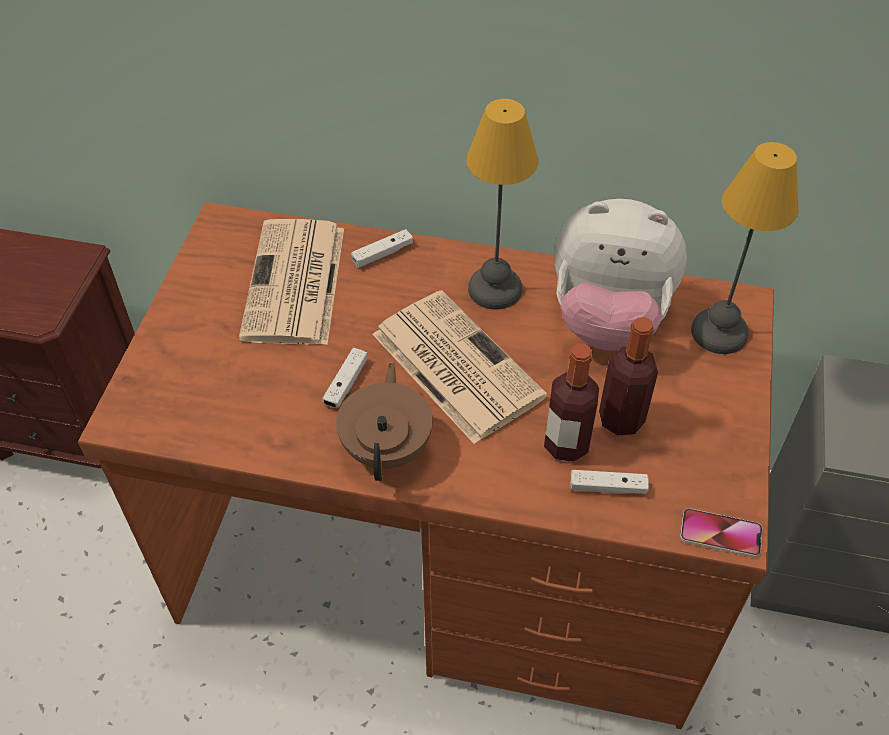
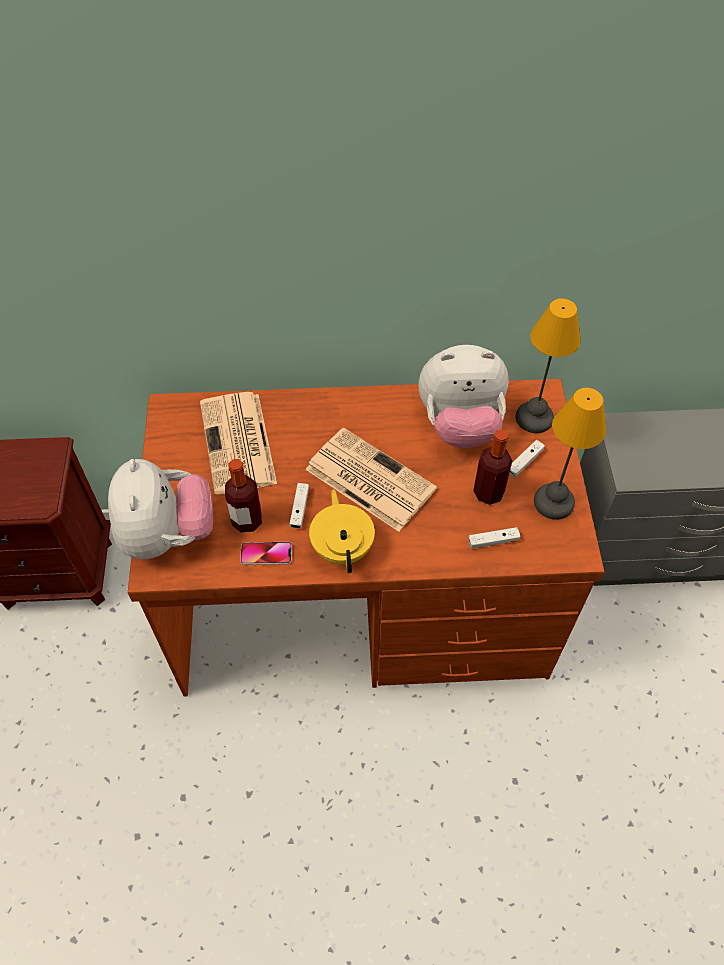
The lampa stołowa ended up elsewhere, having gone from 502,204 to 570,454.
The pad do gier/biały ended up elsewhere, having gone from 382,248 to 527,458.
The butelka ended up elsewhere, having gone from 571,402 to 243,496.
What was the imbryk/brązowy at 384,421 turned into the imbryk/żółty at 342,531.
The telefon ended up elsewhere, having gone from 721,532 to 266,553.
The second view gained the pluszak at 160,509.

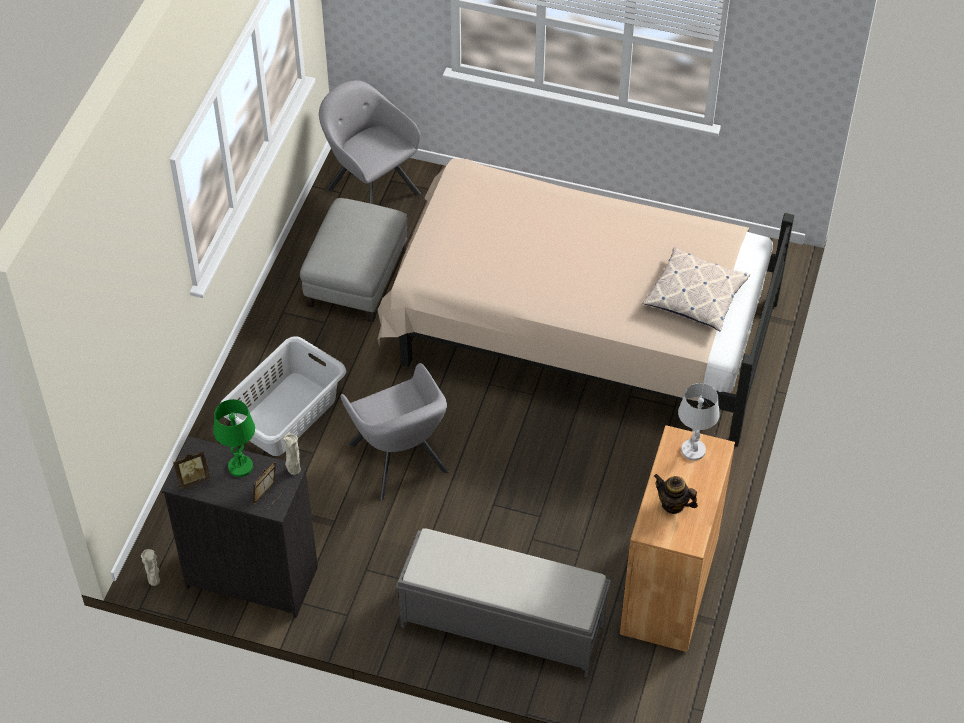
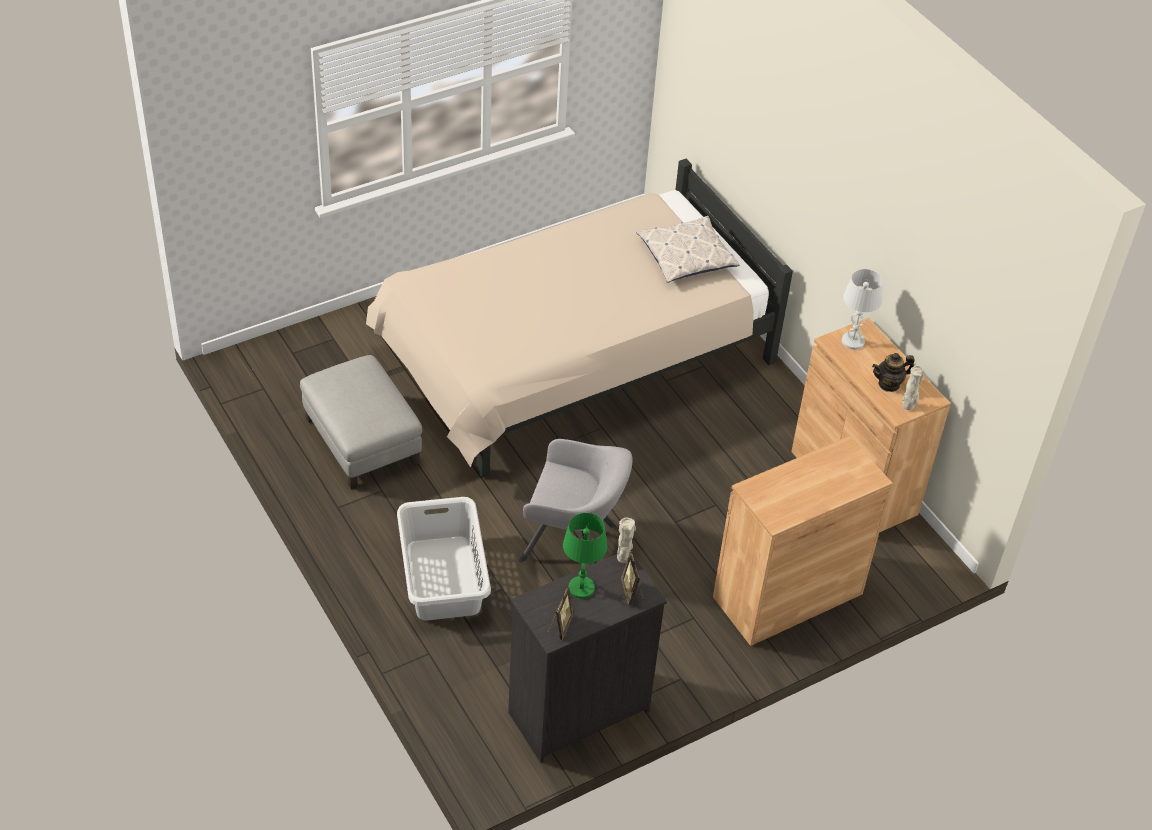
The second view lost the fotel/szary at 370,142.
Where the ławka/szary stood at 503,603, the szafka/brązowy came to stand at 803,541.
The wazon/beżowy ended up elsewhere, having gone from 150,567 to 912,387.

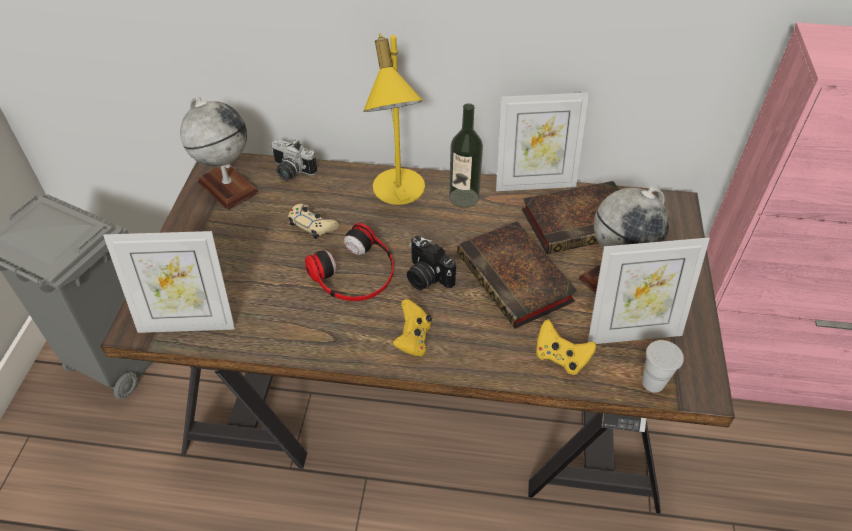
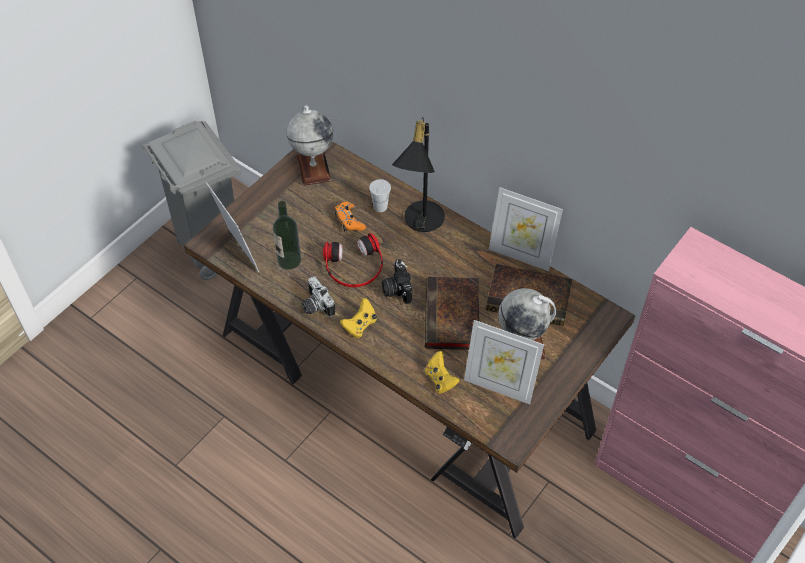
What was the lampa stołowa/żółty at 394,119 turned into the lampa stołowa/czarny at 418,174.
The butelka ended up elsewhere, having gone from 466,155 to 287,235.
The aparat fotograficzny ended up elsewhere, having gone from 294,160 to 318,296.
What was the pad do gier/beżowy at 313,221 turned into the pad do gier/pomarańczowy at 350,216.
The ramka na zdjęcie at 169,282 ended up facing another way, 150 degrees counterclockwise from before.
The filiżanka/biały ended up elsewhere, having gone from 663,366 to 380,195.

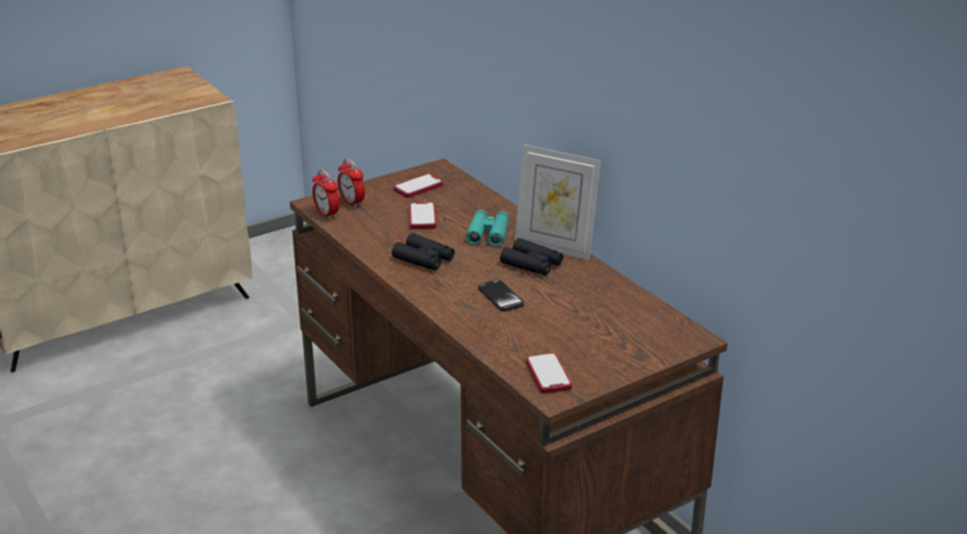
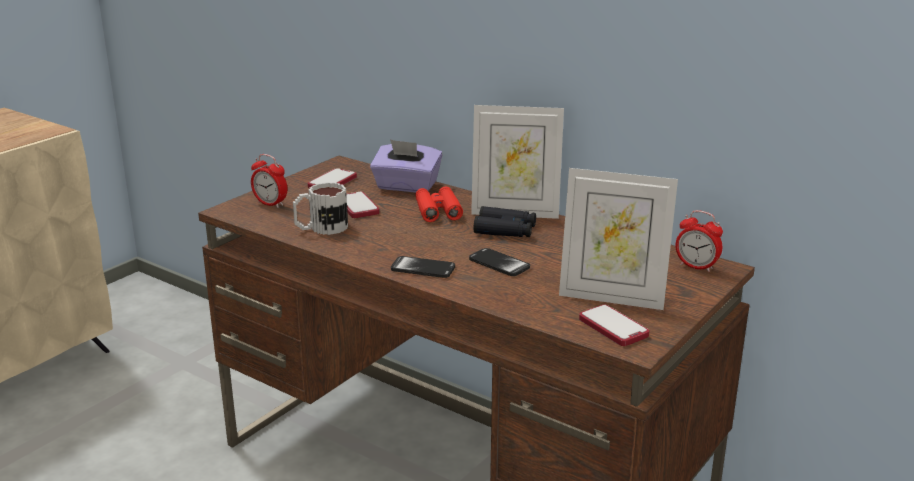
The budzik ended up elsewhere, having gone from 326,194 to 699,241.
What was the lornetka/turkusowy at 487,228 turned into the lornetka/czerwony at 439,204.
The second view lost the lornetka/czarny at 423,251.
The second view gained the pudełko chusteczek/fioletowy at 406,166.
The second view gained the ramka na zdjęcie at 618,239.
The second view gained the kubek at 320,208.
The second view gained the telefon at 423,267.

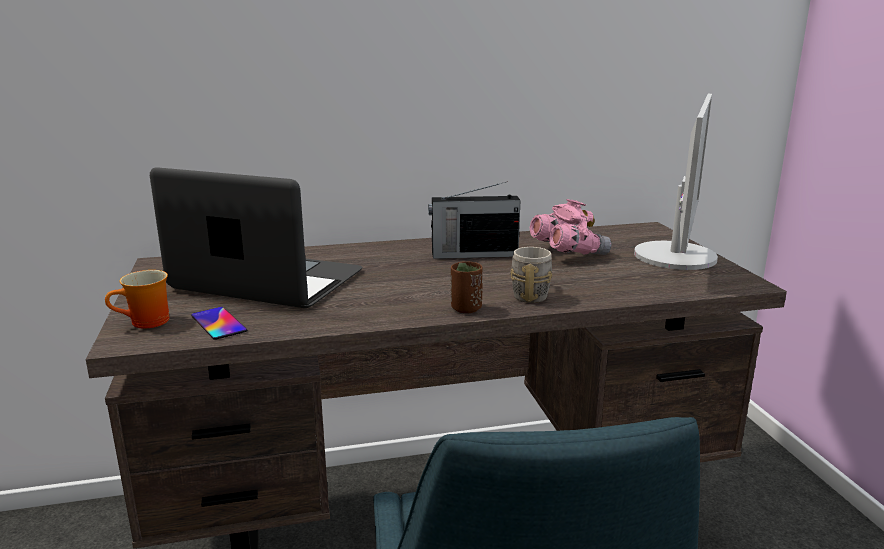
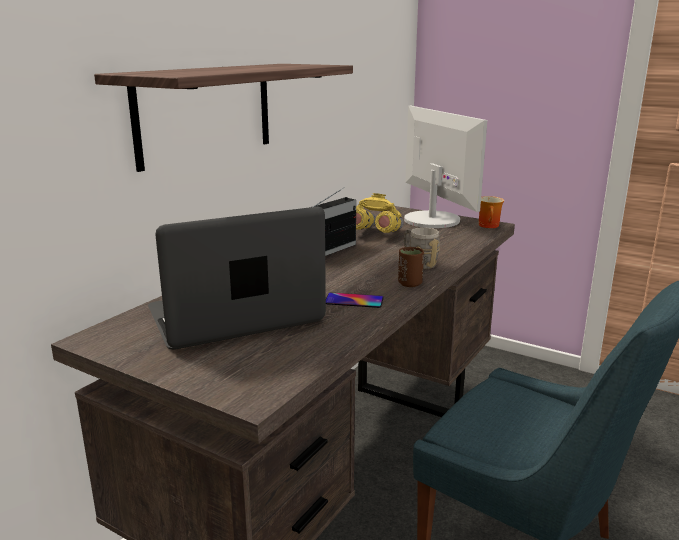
What was the lornetka/różowy at 571,227 turned into the lornetka/żółty at 380,213.
The kubek ended up elsewhere, having gone from 137,299 to 491,212.
The telefon ended up elsewhere, having gone from 219,323 to 355,300.
The second view gained the półka at 223,118.

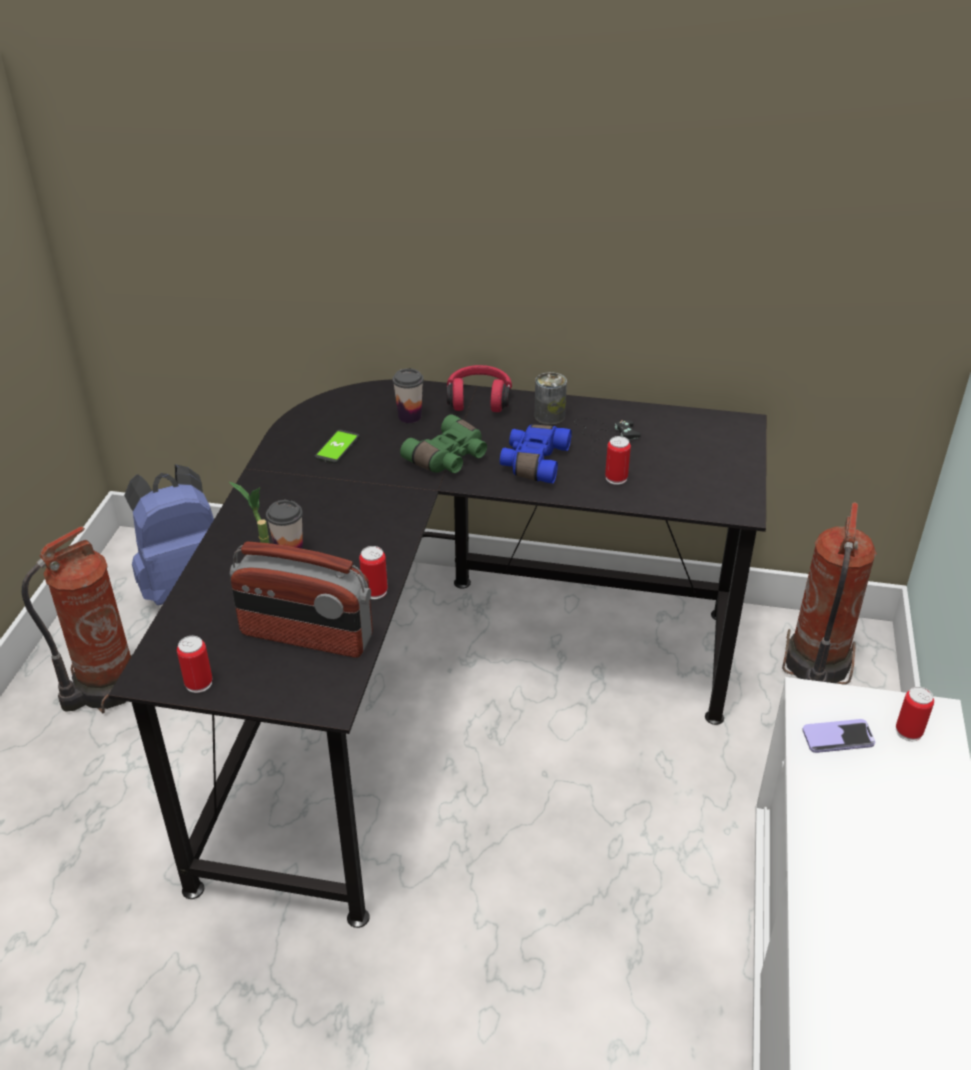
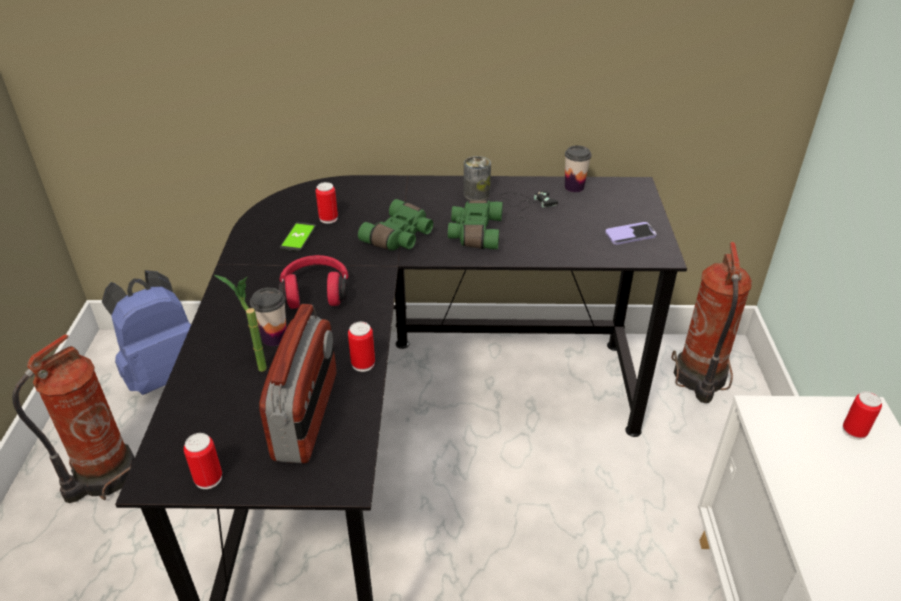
The słuchawki/czerwony ended up elsewhere, having gone from 479,388 to 313,282.
The filiżanka ended up elsewhere, having gone from 408,395 to 578,169.
What was the lornetka/niebieski at 536,453 turned into the lornetka/zielony at 475,224.
The puszka ended up elsewhere, having gone from 618,460 to 327,203.
The radio at 301,599 ended up facing another way, 90 degrees counterclockwise from before.
The telefon ended up elsewhere, having gone from 838,736 to 631,233.

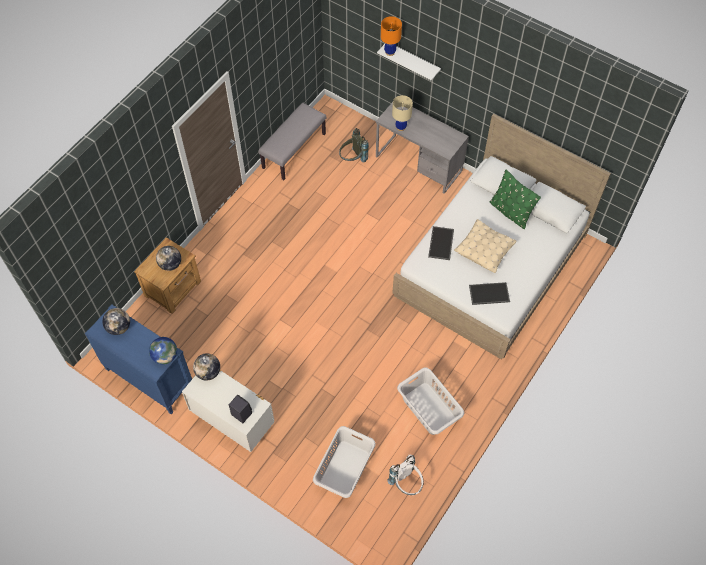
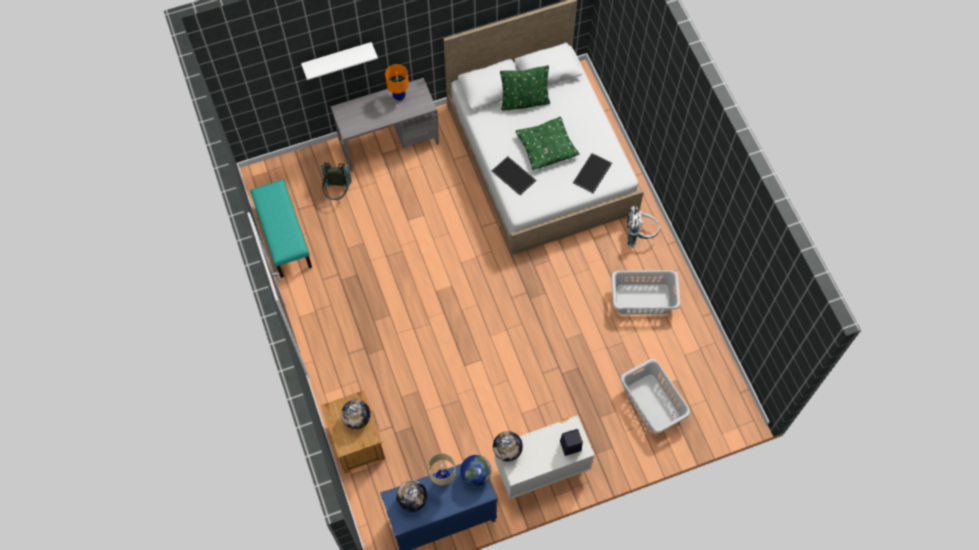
The lampa stołowa/pomarańczowy ended up elsewhere, having gone from 391,36 to 397,83.
The lampa stołowa/beżowy ended up elsewhere, having gone from 402,113 to 442,469.
What was the ławka/szary at 292,141 turned into the ławka/turkusowy at 281,228.
What was the poduszka/beżowy at 485,246 turned into the poduszka/zielony at 547,143.
The plecak/biały ended up elsewhere, having gone from 405,475 to 643,226.

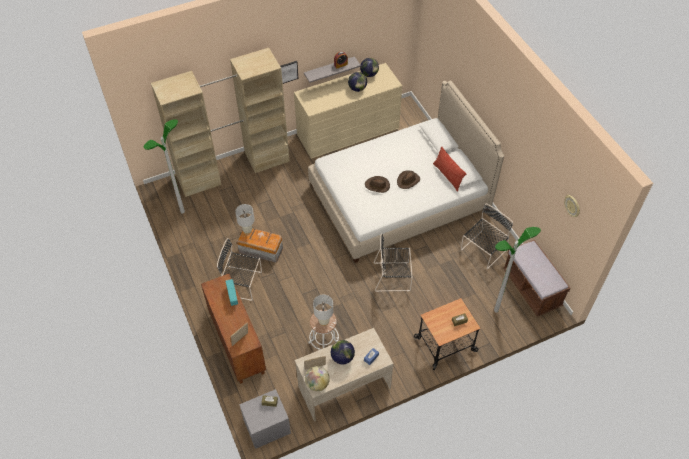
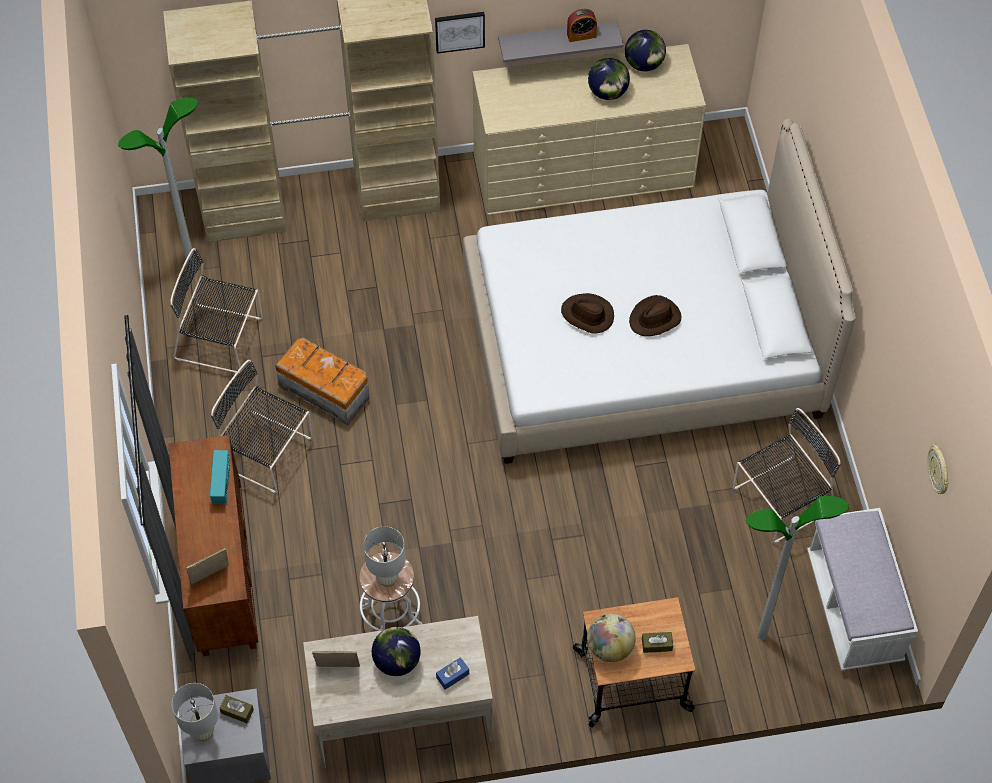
The second view lost the poduszka at 450,168.
The lampa stołowa/biały ended up elsewhere, having gone from 245,219 to 195,712.
The krzesło/czarny ended up elsewhere, having gone from 392,262 to 216,311.
What was the ławka/brązowy at 537,278 turned into the ławka/biały at 862,589.
The globus ended up elsewhere, having gone from 317,378 to 611,637.

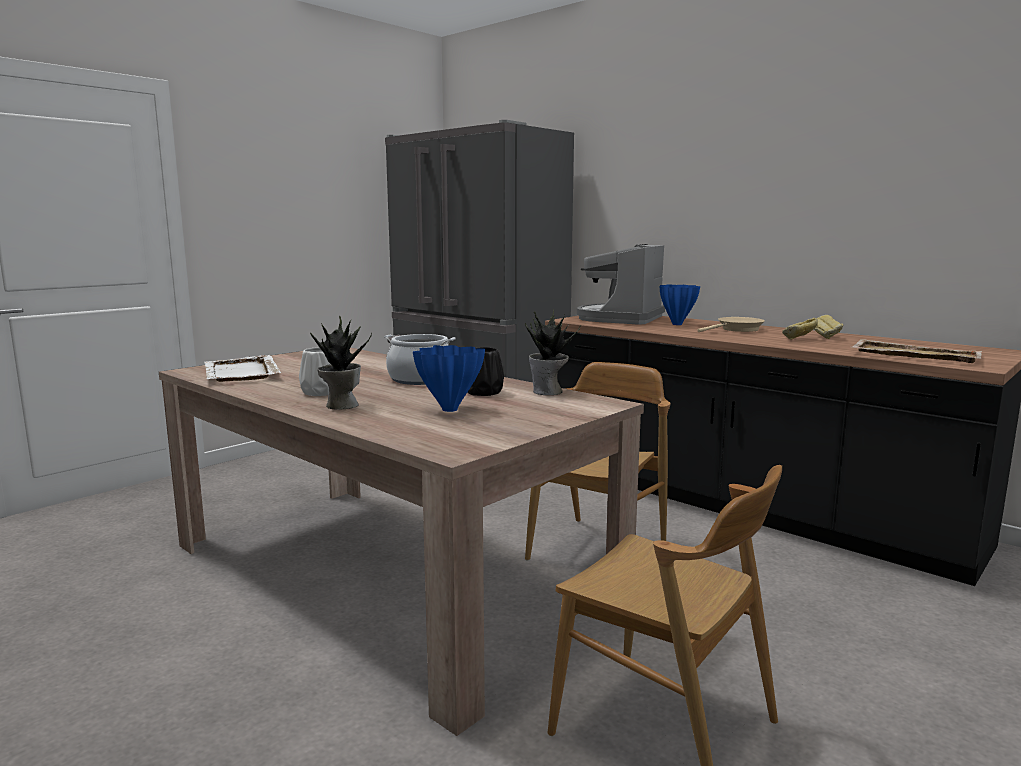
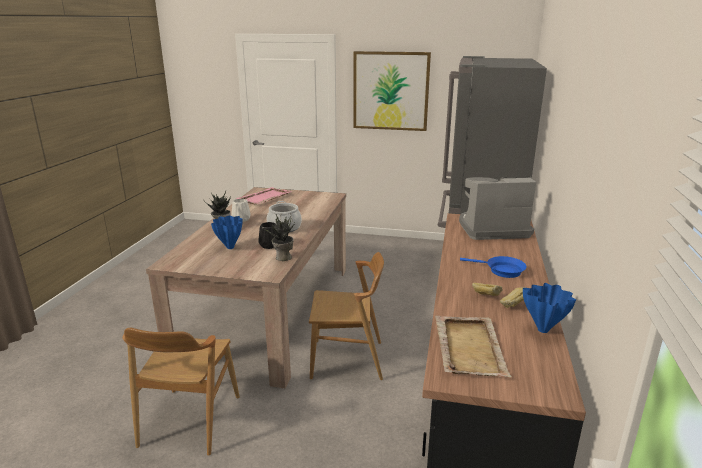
The wazon/niebieski ended up elsewhere, having gone from 680,304 to 549,308.
What was the patelnia/beżowy at 731,324 turned into the patelnia/niebieski at 493,267.
What was the taca/biały at 243,368 turned into the taca/różowy at 264,195.
The second view gained the obraz at 392,91.

